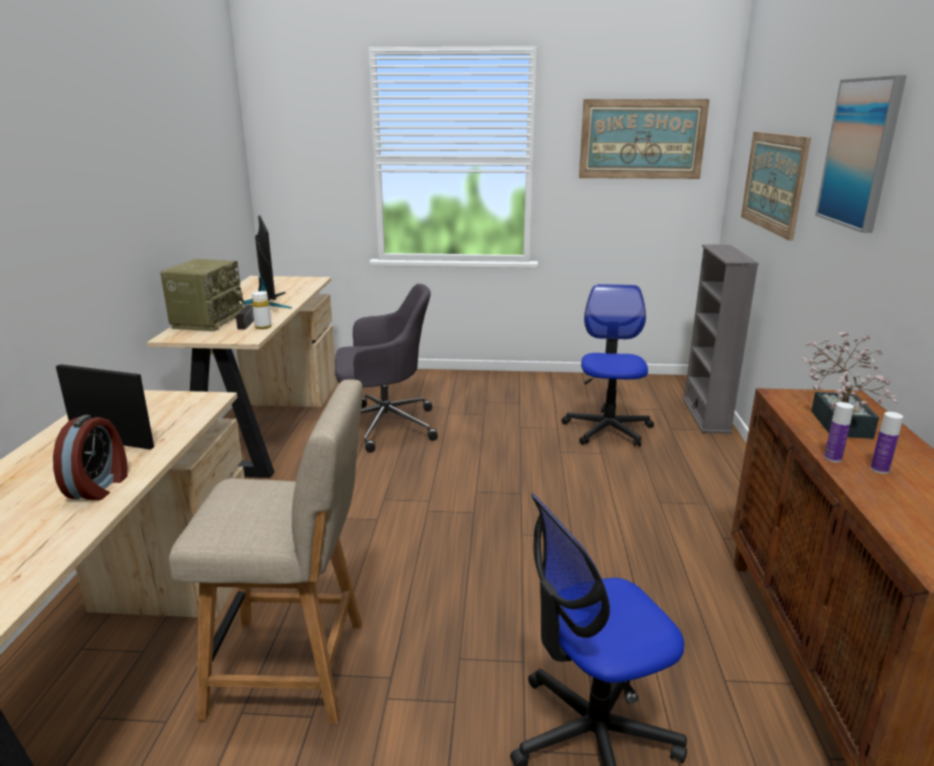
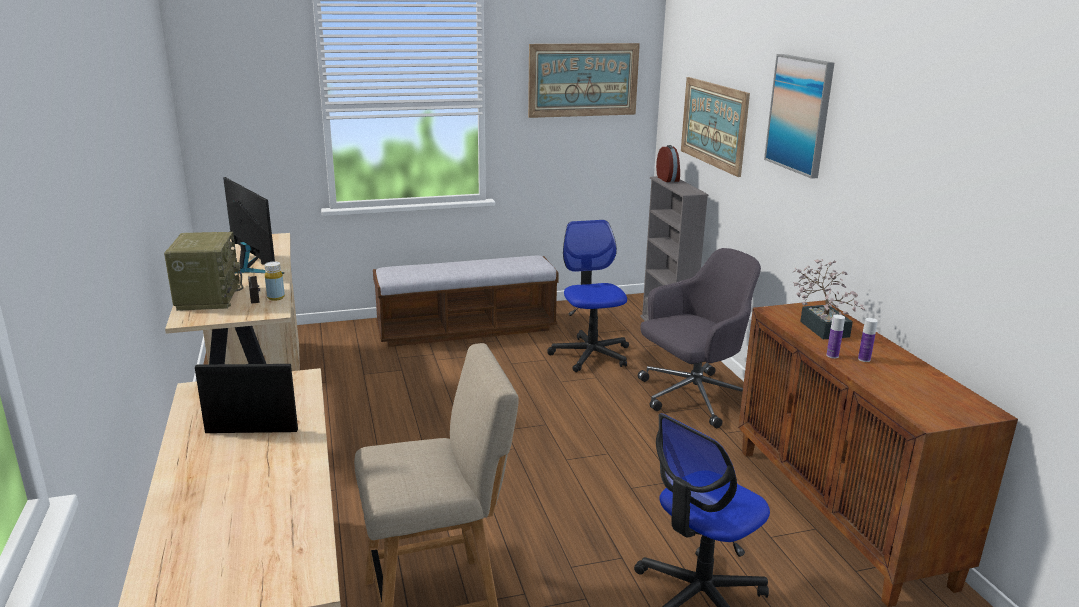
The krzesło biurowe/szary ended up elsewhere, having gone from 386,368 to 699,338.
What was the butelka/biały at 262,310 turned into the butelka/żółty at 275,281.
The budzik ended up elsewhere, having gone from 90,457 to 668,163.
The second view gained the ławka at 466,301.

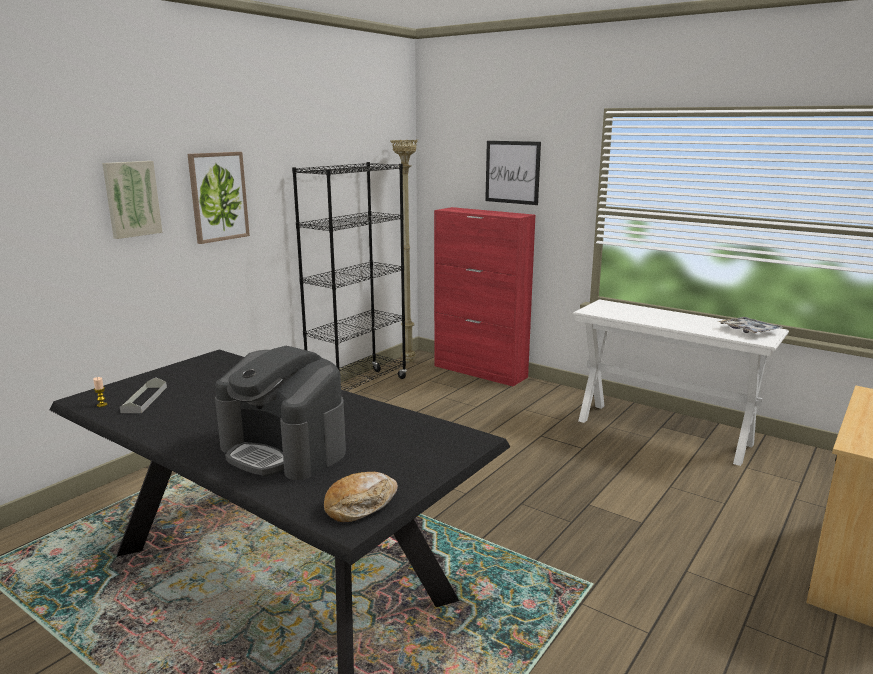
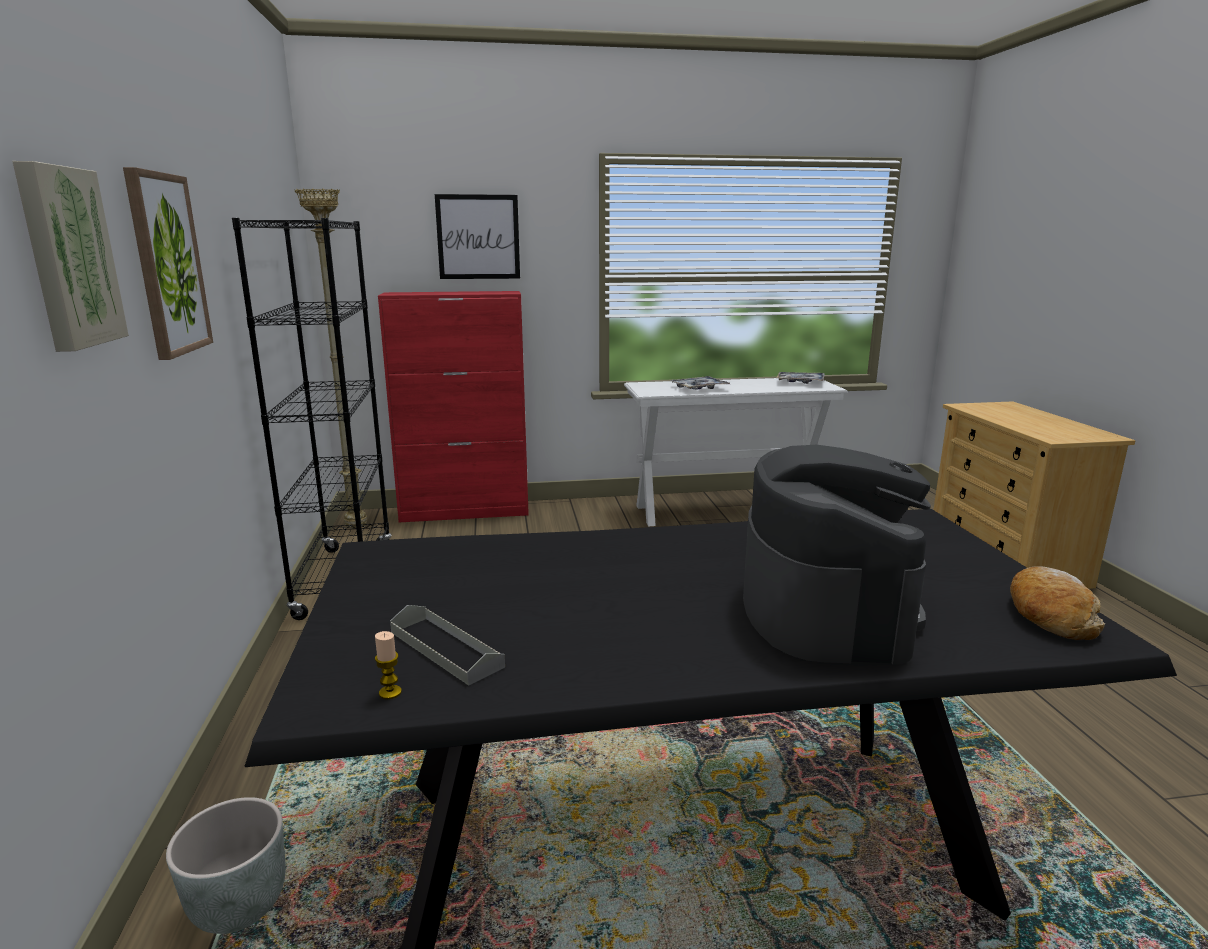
The ekspres do kawy at 280,413 ended up facing another way, 75 degrees counterclockwise from before.
The second view gained the taca at 700,383.
The second view gained the donica/szary at 226,865.

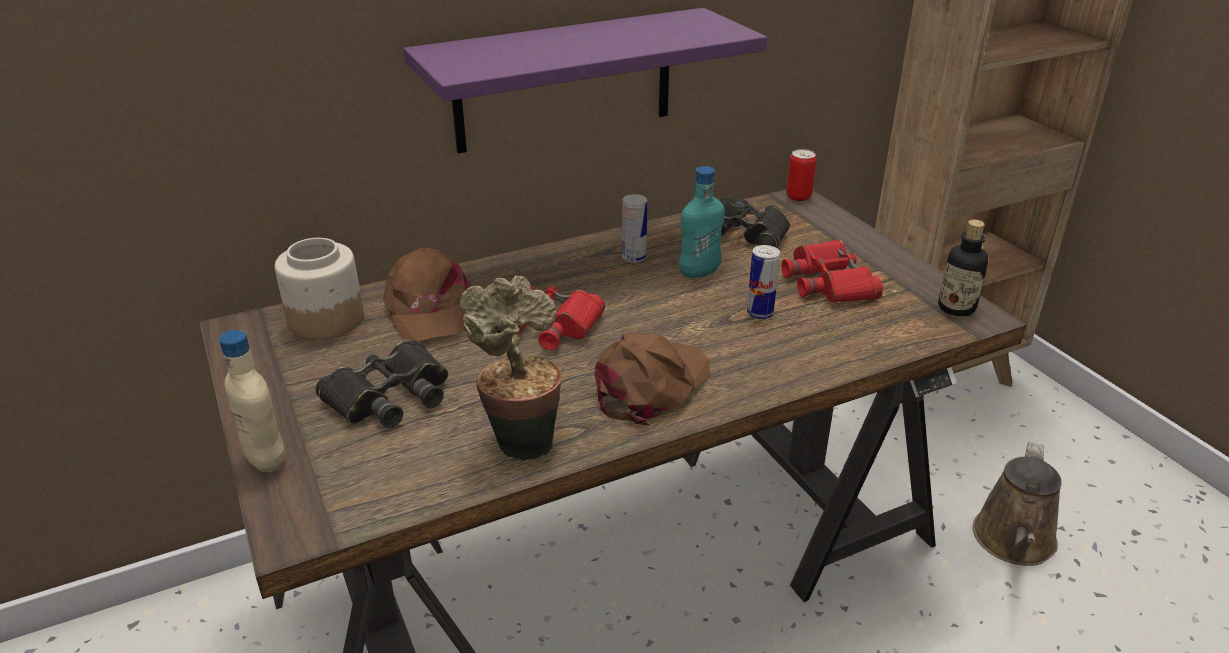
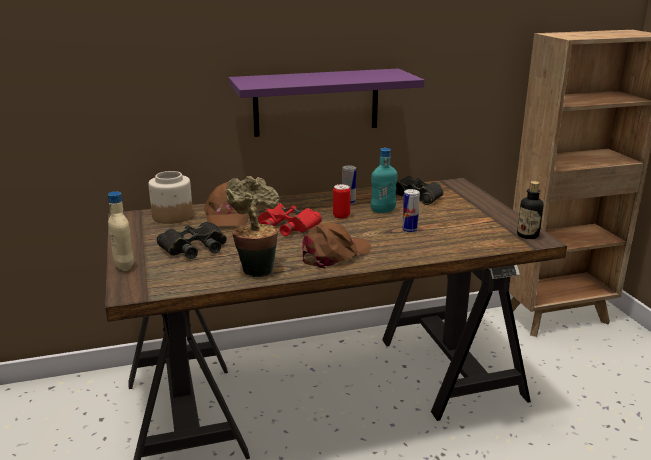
The puszka ended up elsewhere, having gone from 801,175 to 342,201.
The second view lost the lornetka/czerwony at 832,271.
The second view lost the konewka/brązowy at 1017,504.

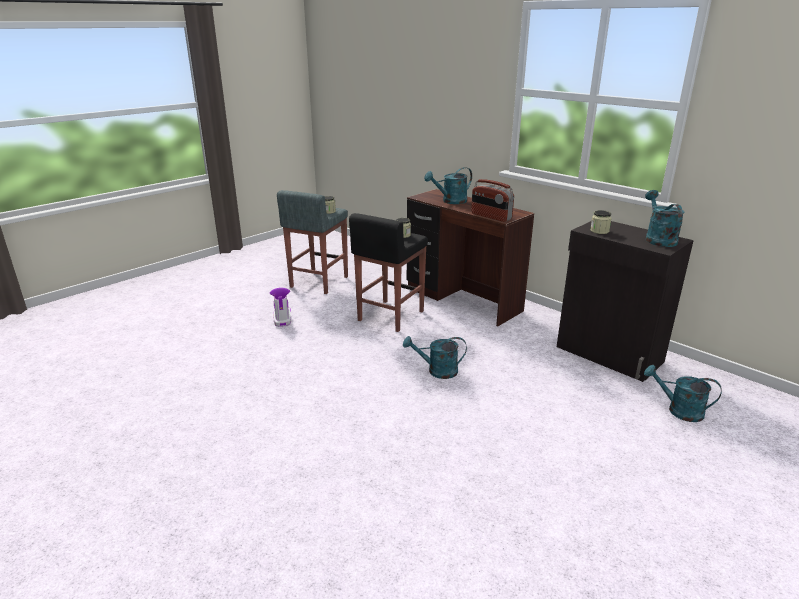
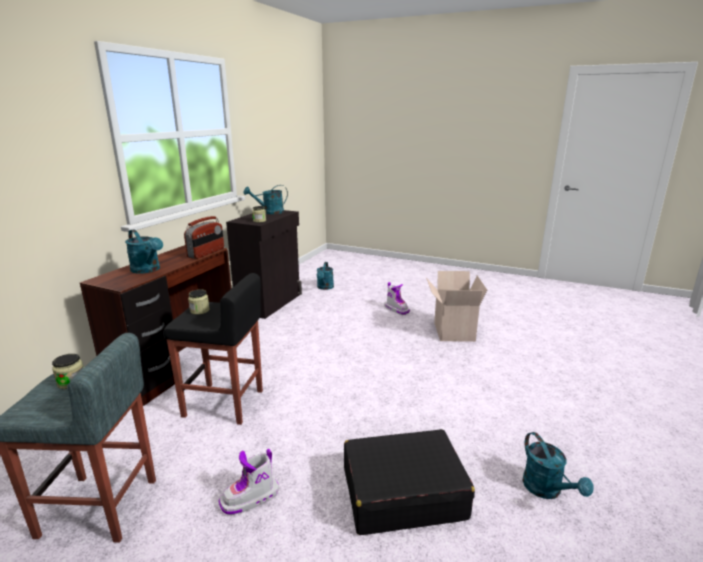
The konewka/turkusowy ended up elsewhere, having gone from 435,357 to 558,465.
The second view gained the karton at 456,306.
The second view gained the but z cholewką at 397,298.
The second view gained the walizka/czarny at 409,482.

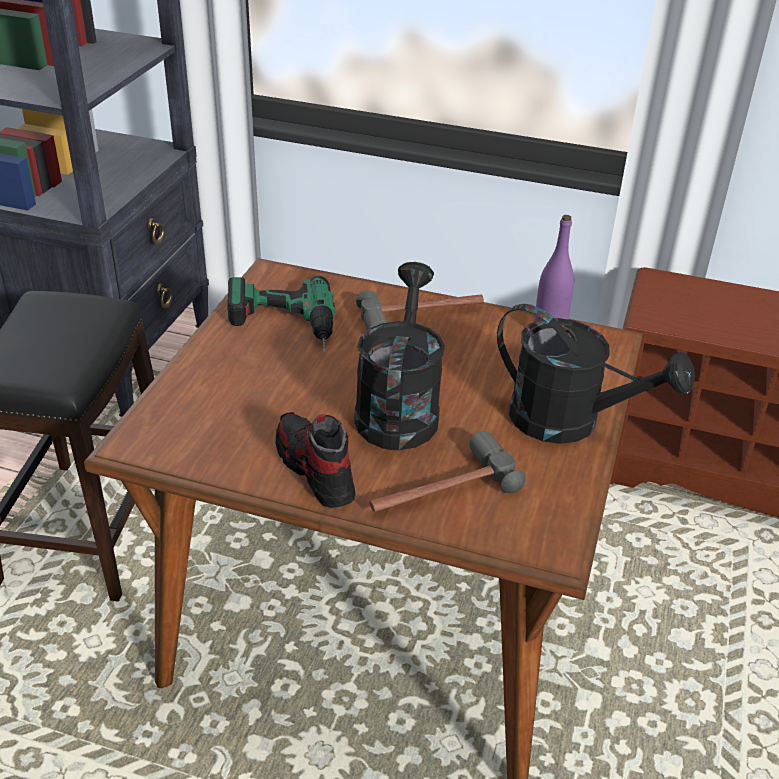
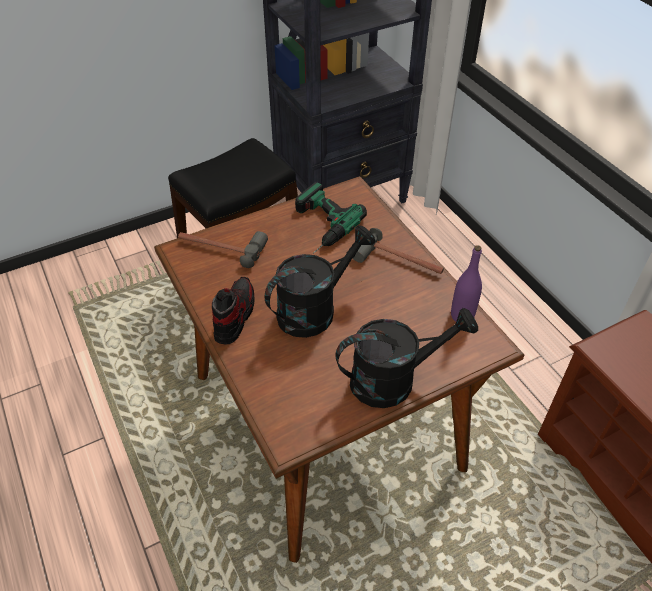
The konewka/czarny at 596,374 ended up facing another way, 90 degrees counterclockwise from before.
The młotek ended up elsewhere, having gone from 447,471 to 223,249.

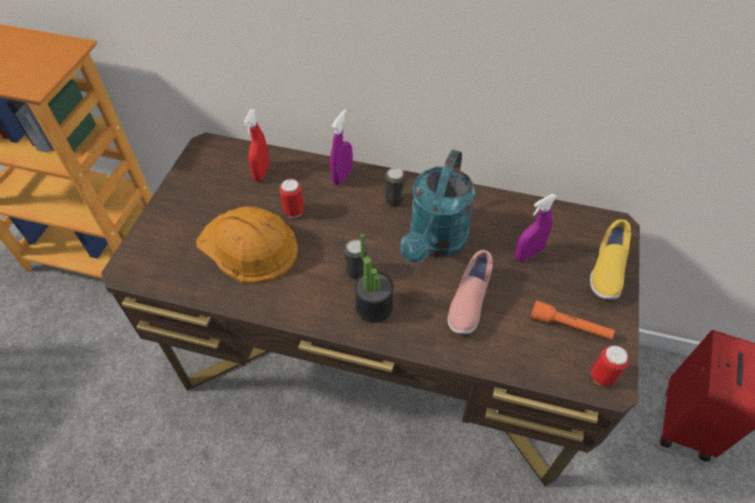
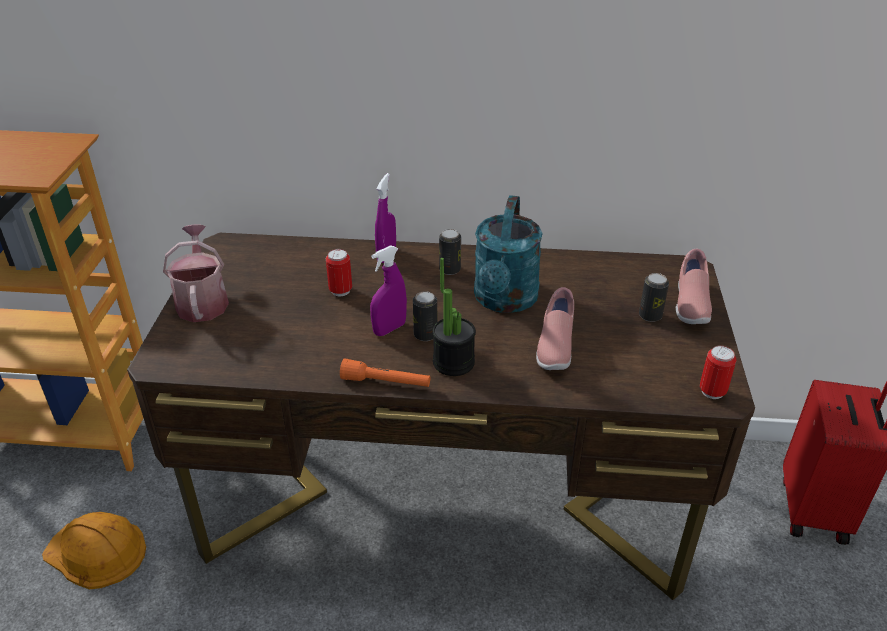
The second view lost the spryskiwacz/czerwony at 257,145.
The spryskiwacz/fioletowy ended up elsewhere, having gone from 536,228 to 388,290.
The kask/pomarańczowy ended up elsewhere, having gone from 247,245 to 94,550.
What was the but/żółty at 610,259 turned into the but/różowy at 694,286.
The latarka/pomarańczowy ended up elsewhere, having gone from 573,320 to 385,372.
The second view gained the konewka at 196,273.
The second view gained the puszka at 654,297.

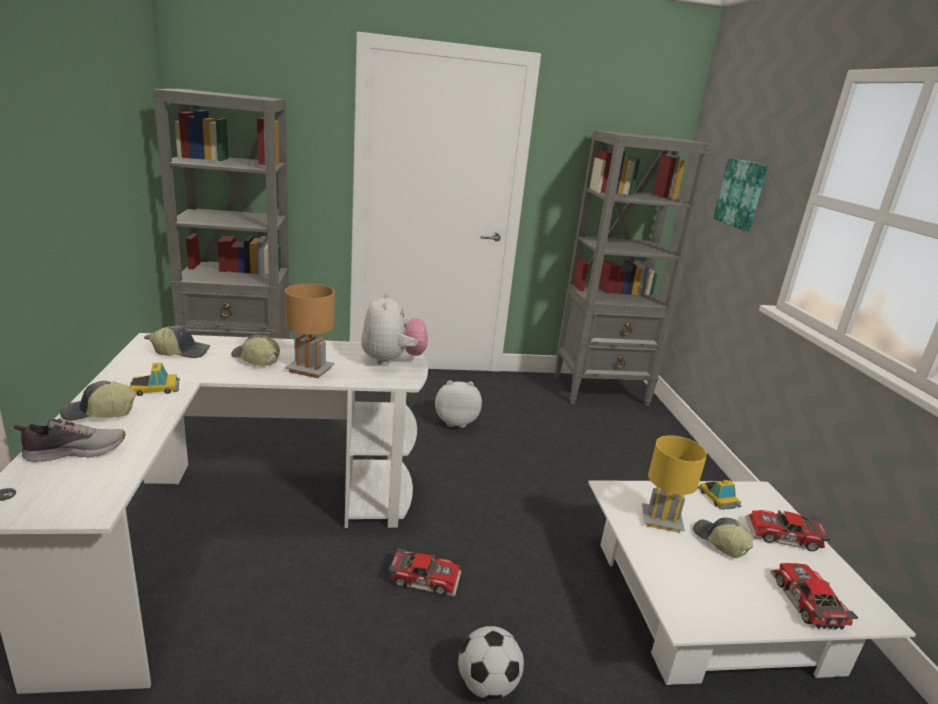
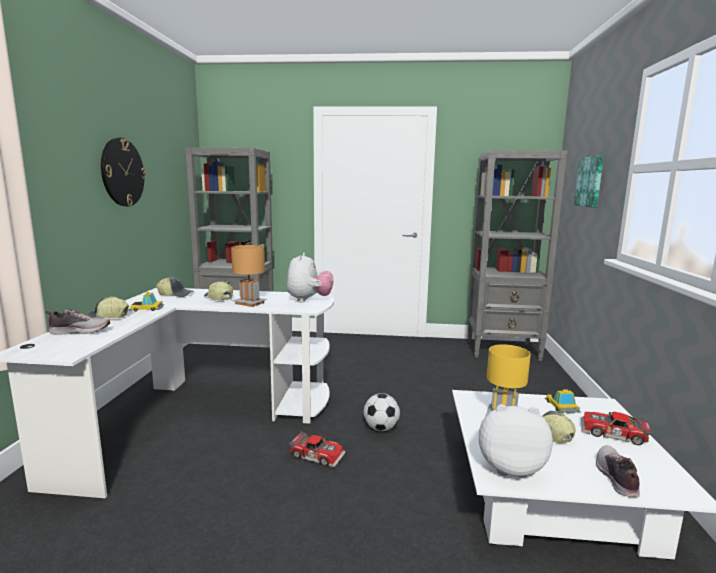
The pluszak ended up elsewhere, having gone from 458,404 to 516,441.
Where the samochodzik stood at 814,596, the but came to stand at 618,471.
The piłka futbolowa ended up elsewhere, having gone from 491,663 to 382,412.
The second view gained the zegar ścienny at 123,172.

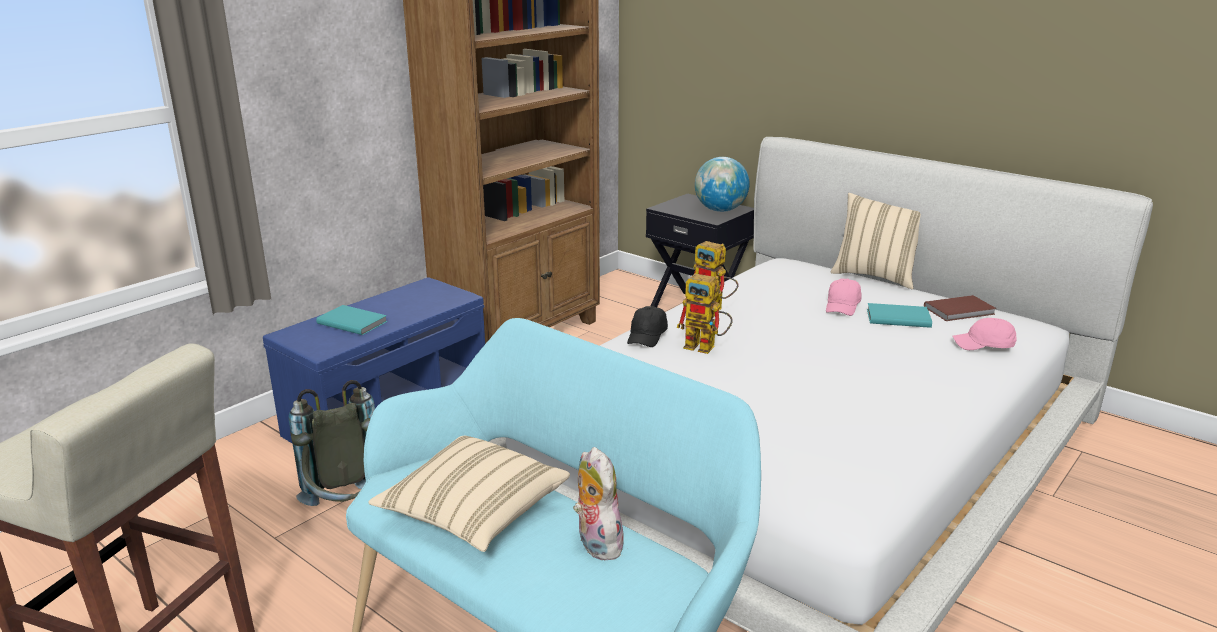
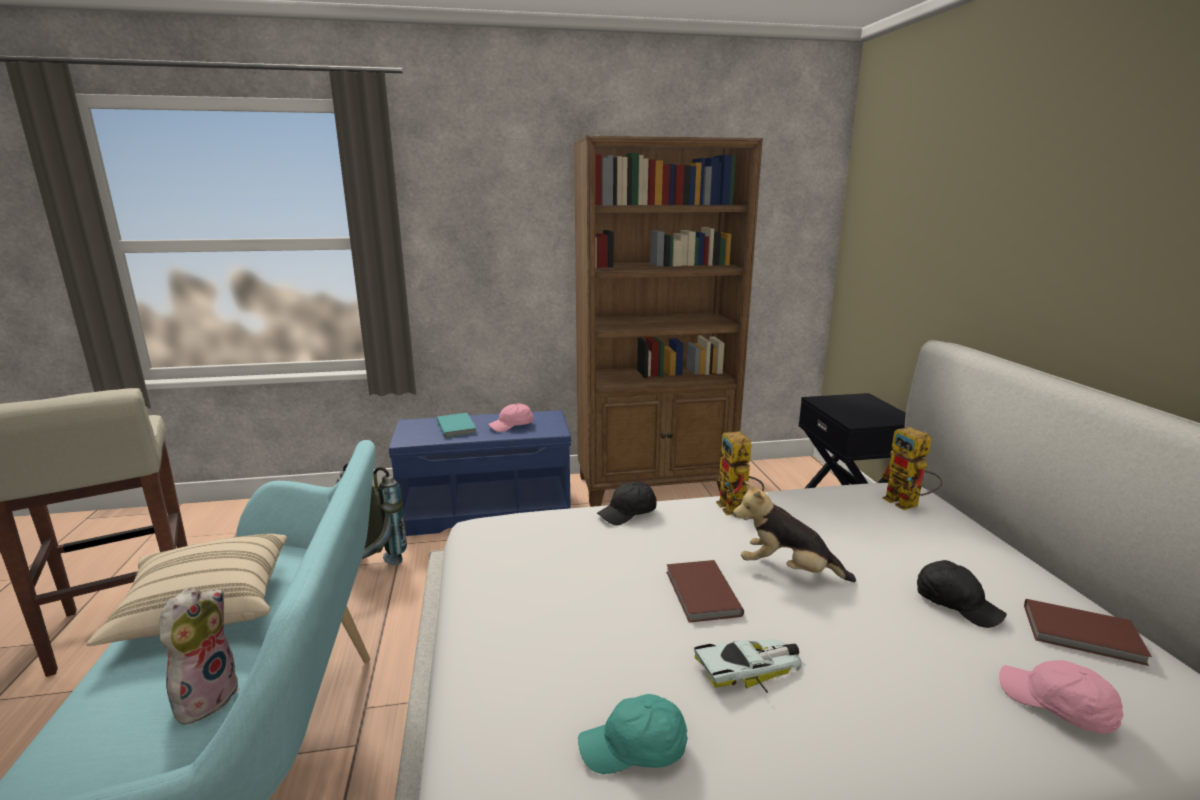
The second view lost the globus at 722,184.
The second view lost the poduszka/beżowy at 876,241.
The robot zabawkowy ended up elsewhere, having gone from 704,314 to 912,468.
The czapka z daszkiem/różowy ended up elsewhere, having gone from 843,297 to 510,418.
Where the książka/turkusowy stood at 899,315, the czapka z daszkiem/czarny came to stand at 962,594.
The second view gained the pluszak at 794,532.
The second view gained the książka/brązowy at 705,591.
The second view gained the samochodzik at 748,666.
The second view gained the czapka z daszkiem/turkusowy at 633,734.

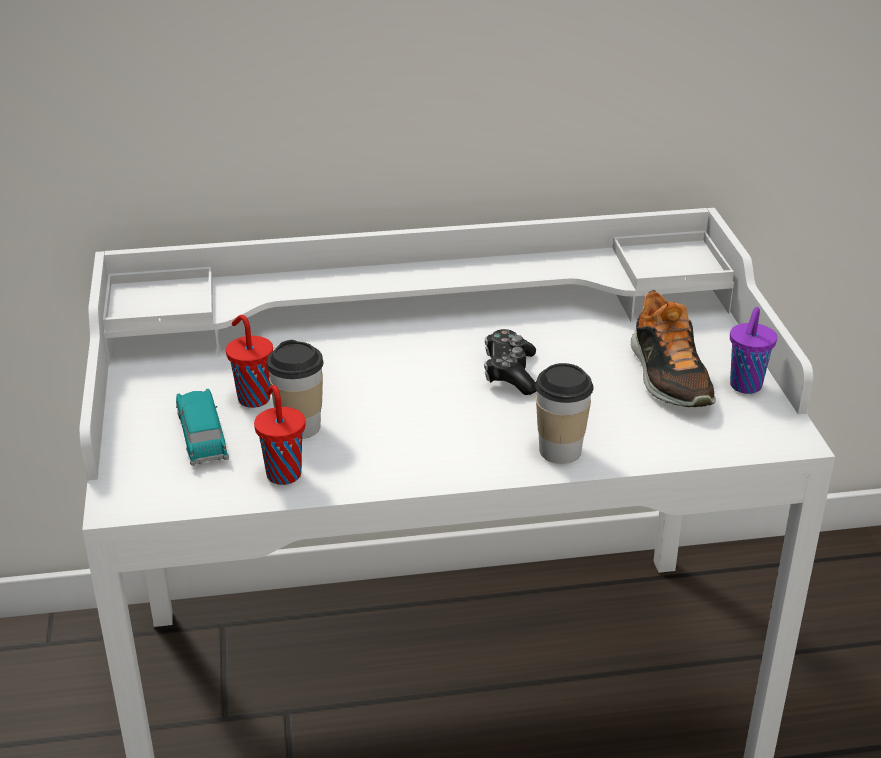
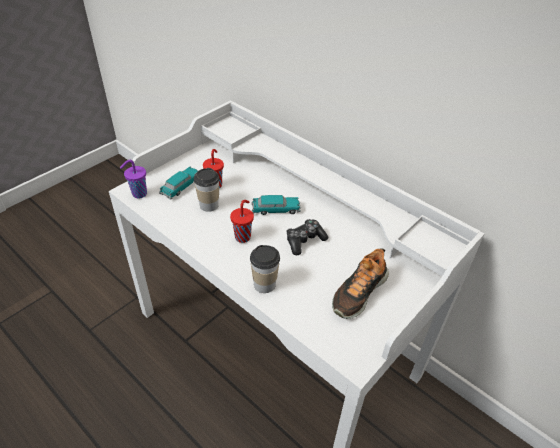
The filiżanka/fioletowy ended up elsewhere, having gone from 753,350 to 133,179.
The filiżanka/czerwony ended up elsewhere, having gone from 279,435 to 242,221.
The second view gained the samochodzik at 276,205.

